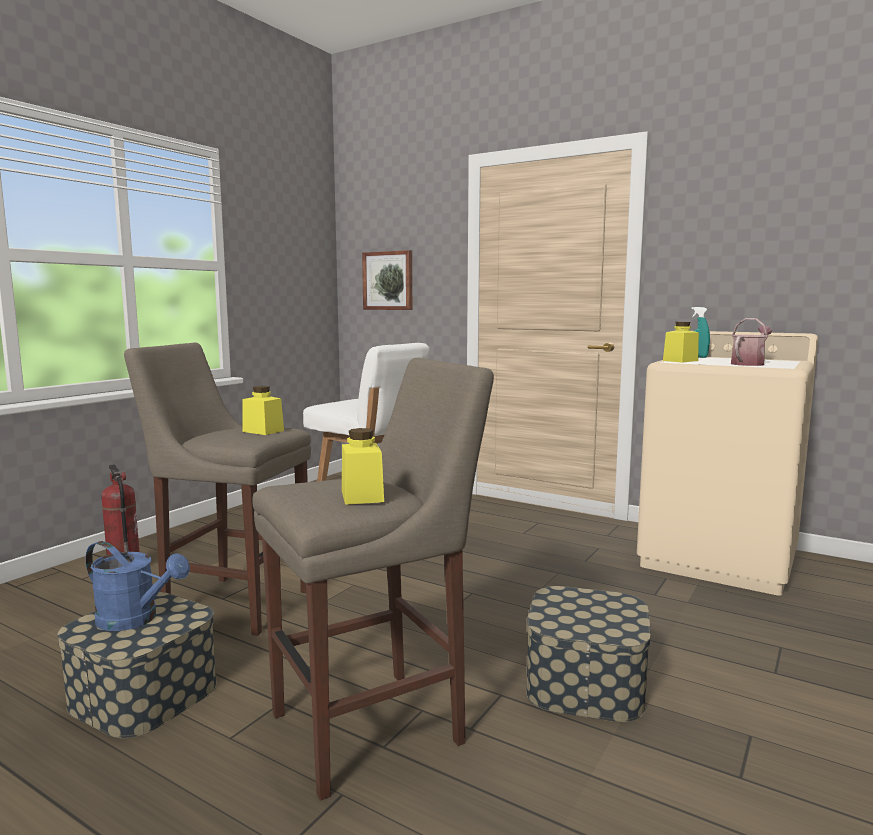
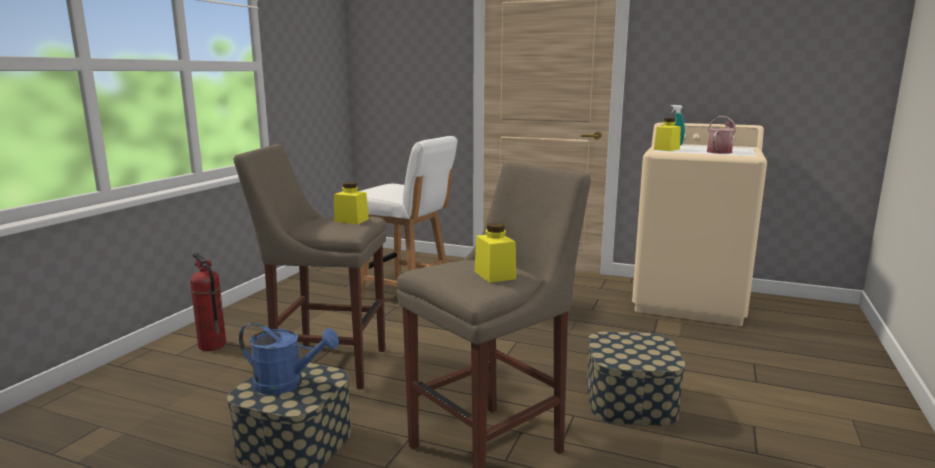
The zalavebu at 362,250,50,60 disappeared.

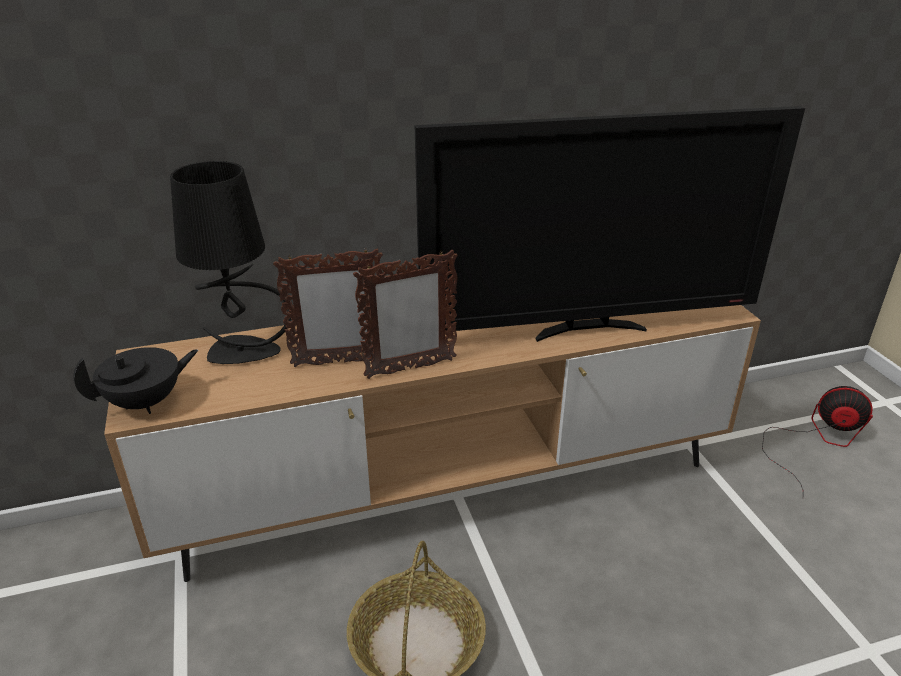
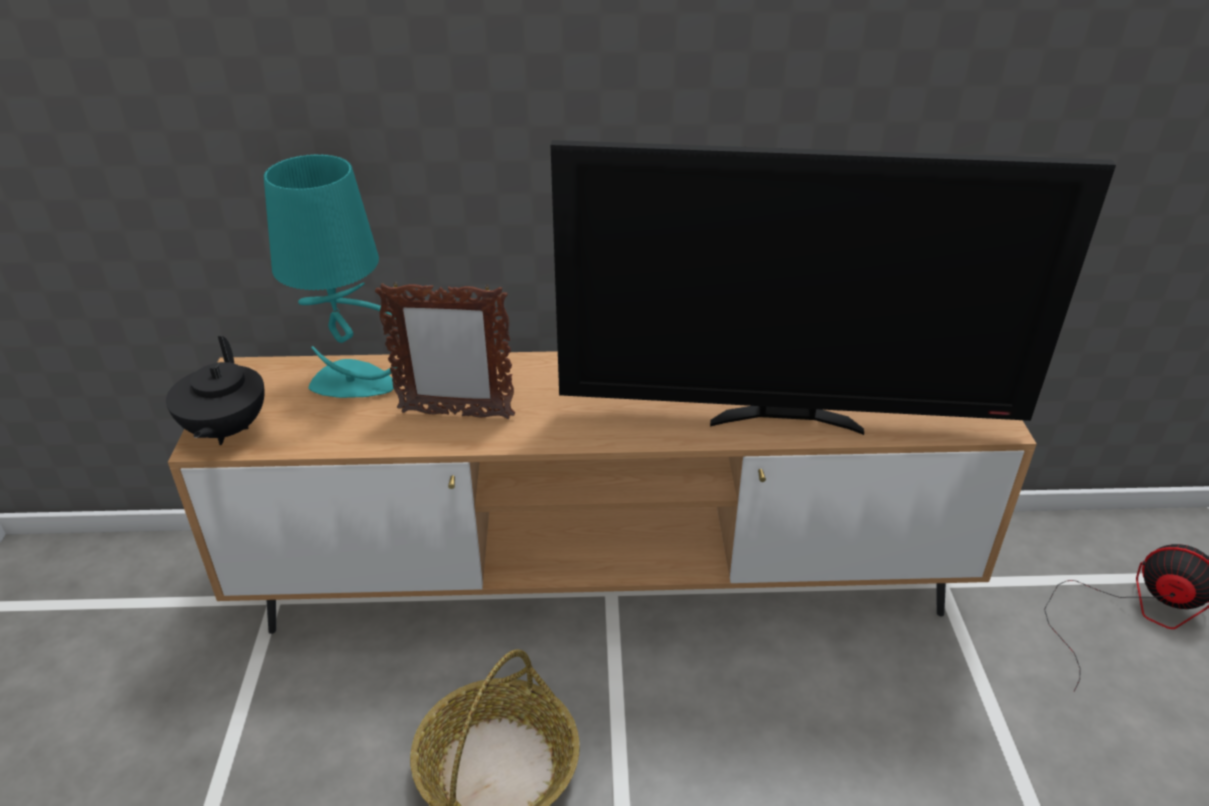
The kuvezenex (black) at 73,347,125,67 turned 105 degrees clockwise.
The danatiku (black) at 170,161,121,203 became the danatiku (turquoise) at 264,154,133,244.
The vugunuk at 353,250,105,129 disappeared.

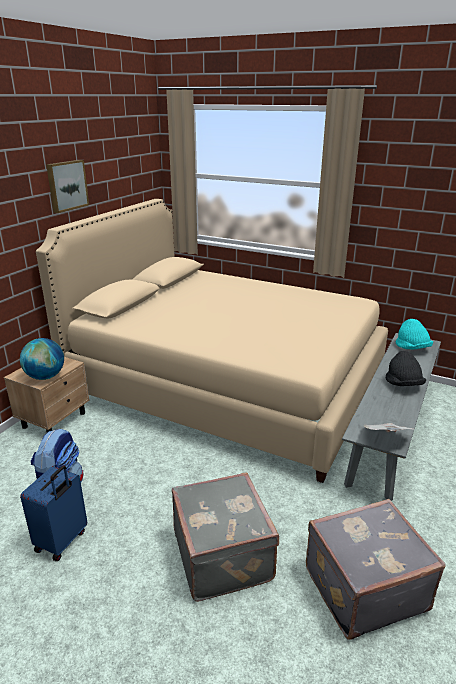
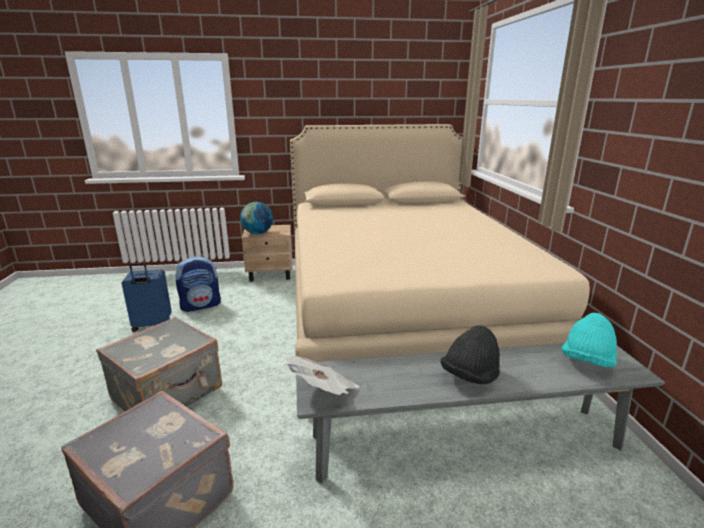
The zalavebu at 46,160,43,53 disappeared.

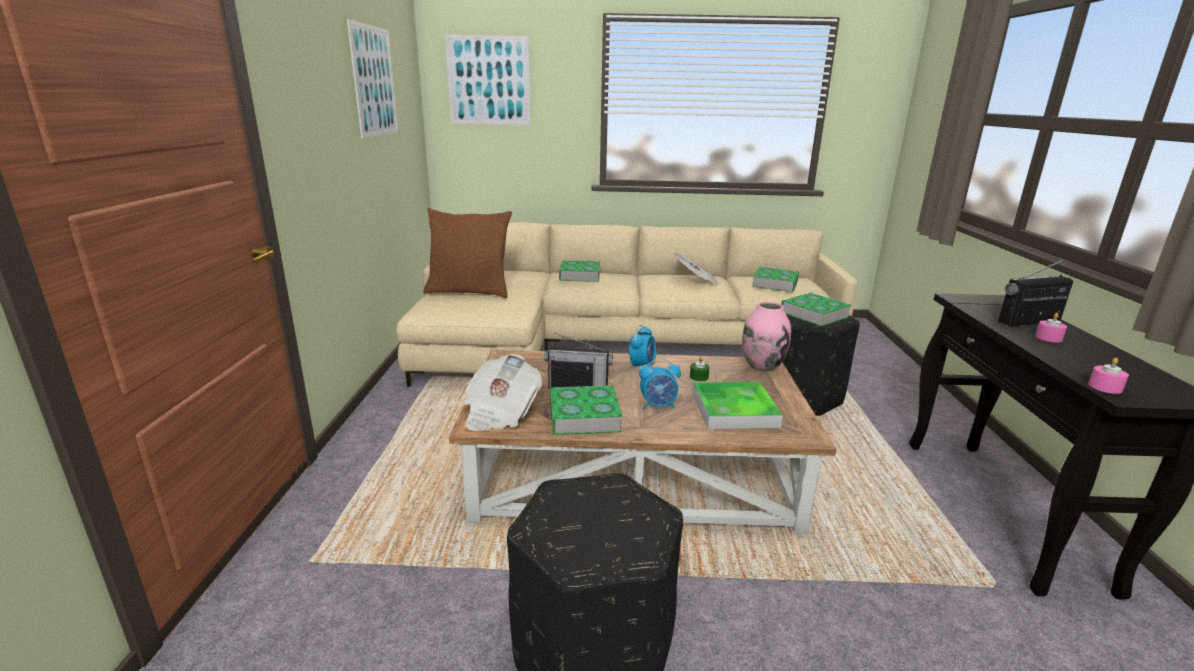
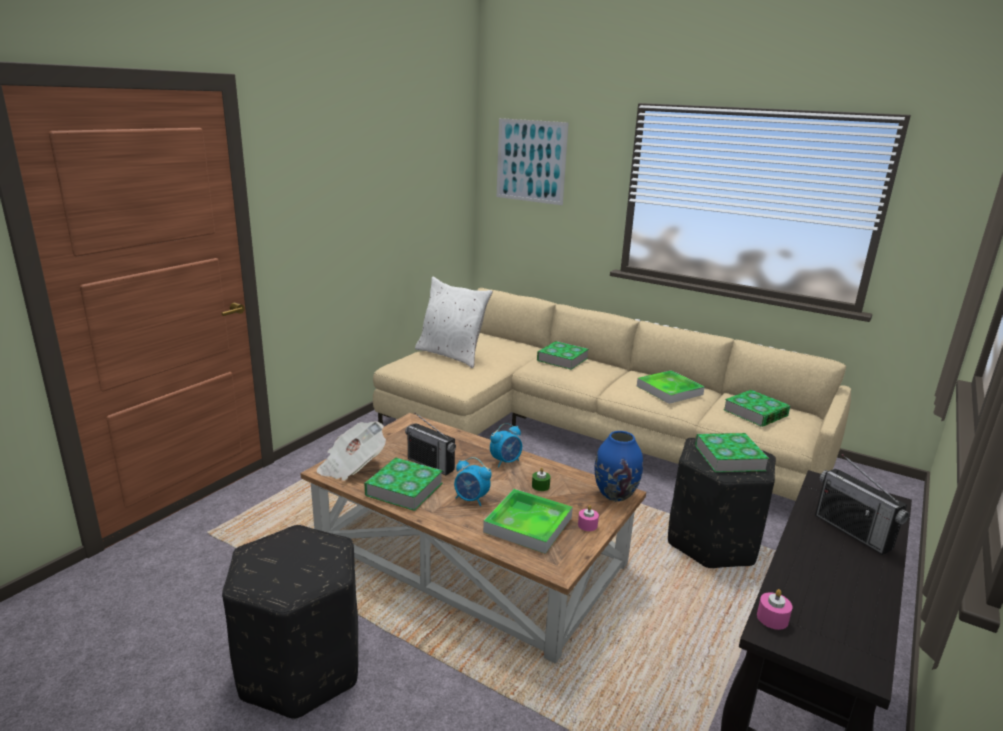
The zalavebu at 347,19,52,120 disappeared.
The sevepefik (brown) at 423,208,89,90 became the sevepefik (white) at 415,277,78,91.
The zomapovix at 673,253,47,31 was replaced by the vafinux at 637,370,68,34.
The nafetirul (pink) at 742,302,49,70 became the nafetirul (blue) at 595,431,48,71.
The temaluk at 998,259,75,67 turned 135 degrees counterclockwise.
The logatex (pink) moved from 1035,313,32,30 to 578,505,21,26.

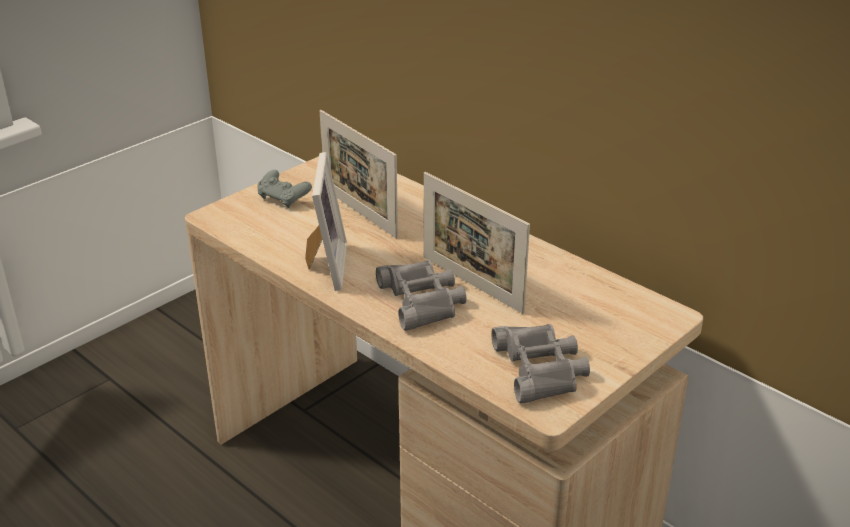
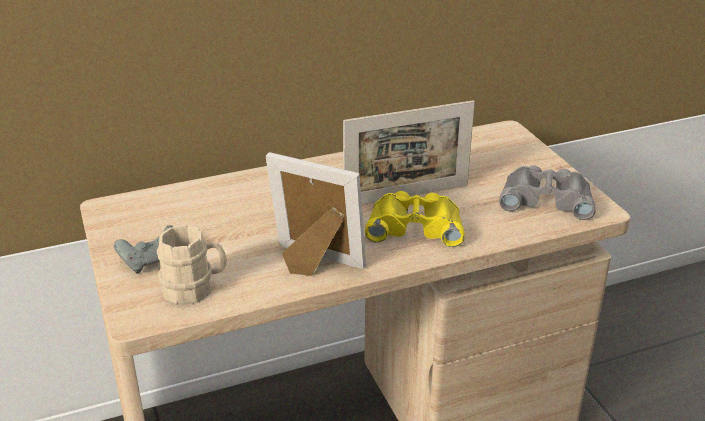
The vugunuk at 320,110,78,129 disappeared.
The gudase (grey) at 376,260,91,71 became the gudase (yellow) at 365,191,100,56.
The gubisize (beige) at 157,225,70,80 appeared.

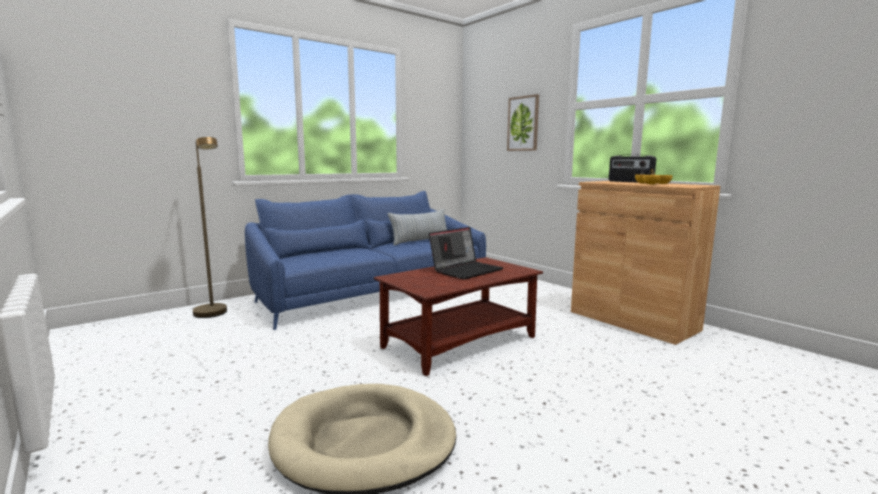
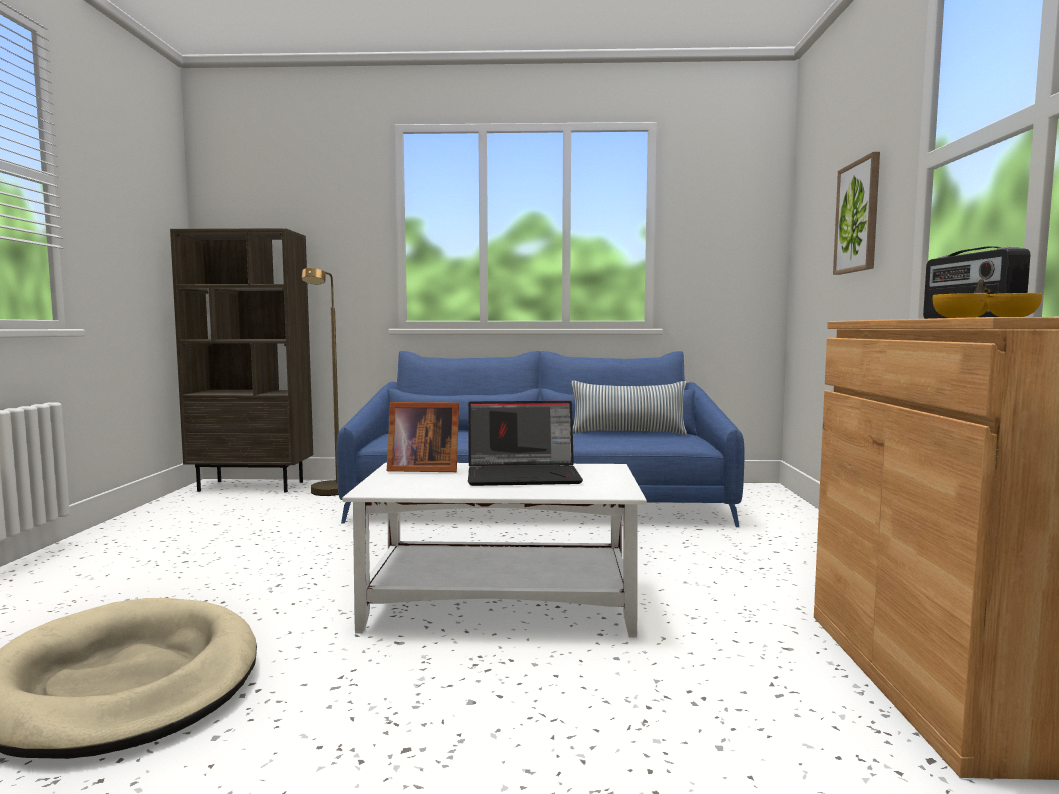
The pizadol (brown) at 374,257,169,119 became the pizadol (white) at 342,462,305,176.
The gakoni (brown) at 170,228,143,264 appeared.
The vugunuk at 387,402,72,70 appeared.

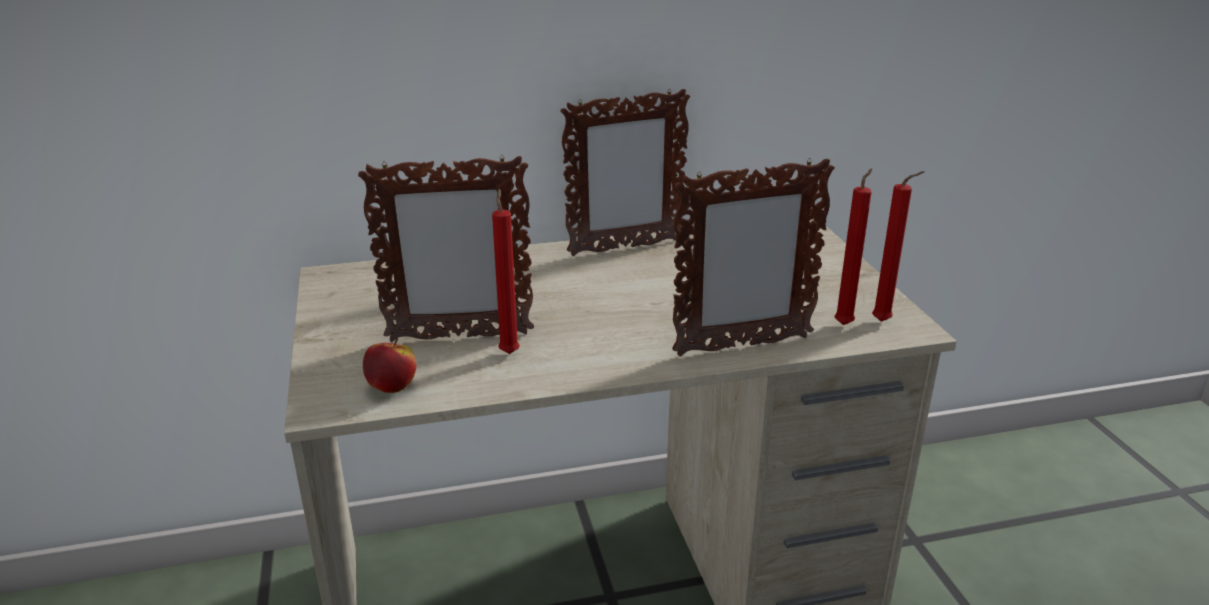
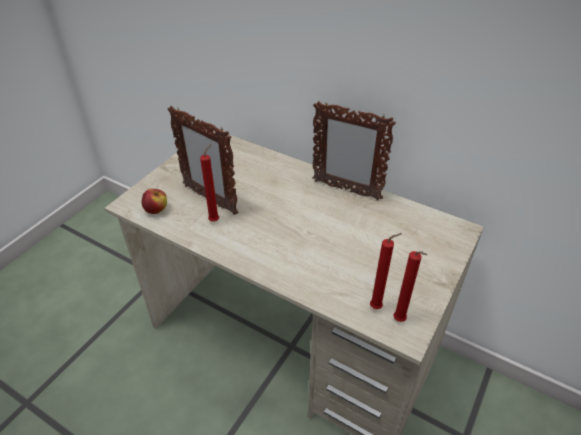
The vugunuk at 672,158,163,198 disappeared.

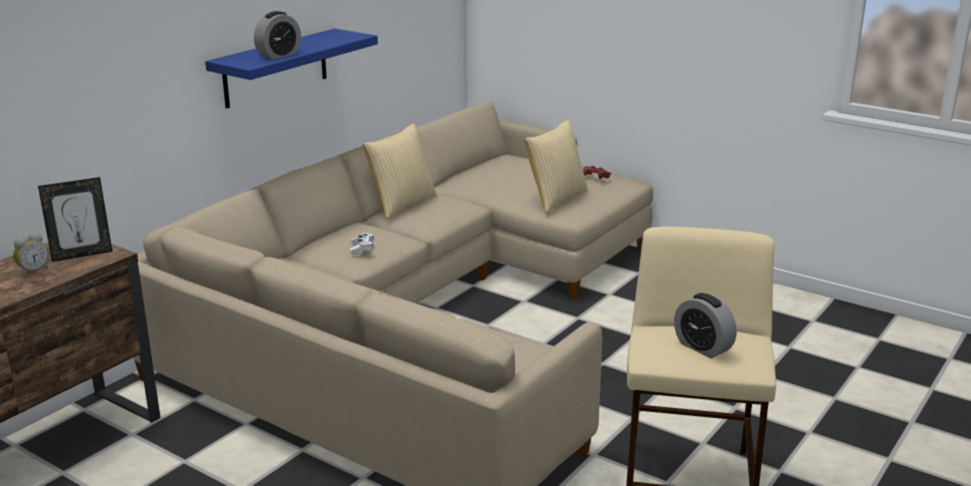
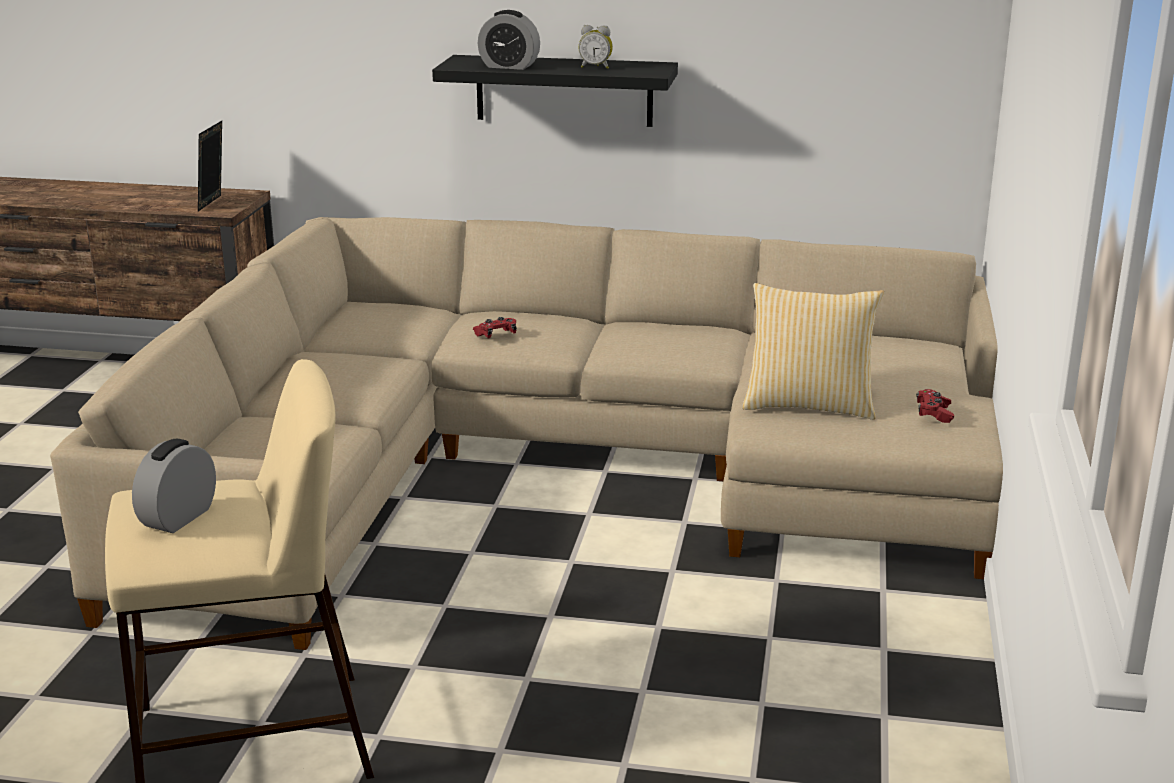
The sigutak moved from 13,232,35,45 to 579,25,34,44.
The vugunuk at 38,177,75,85 turned 60 degrees clockwise.
The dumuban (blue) at 205,29,173,80 became the dumuban (black) at 432,55,246,72.
The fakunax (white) at 349,233,25,22 became the fakunax (red) at 473,317,44,21.
The sevepefik at 363,123,74,97 disappeared.

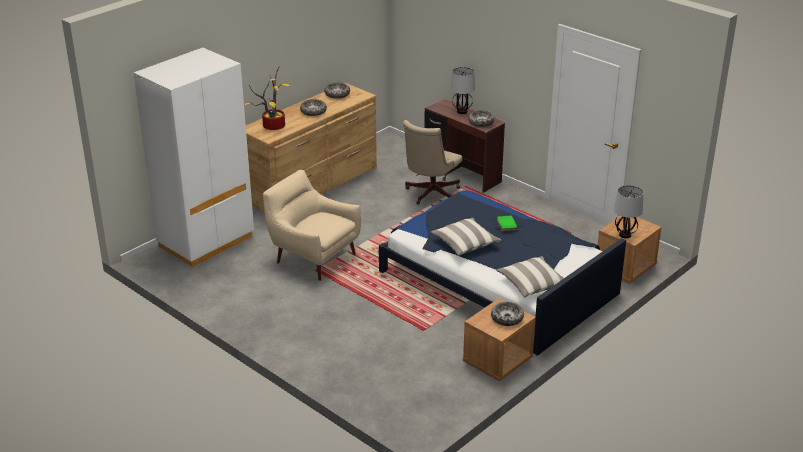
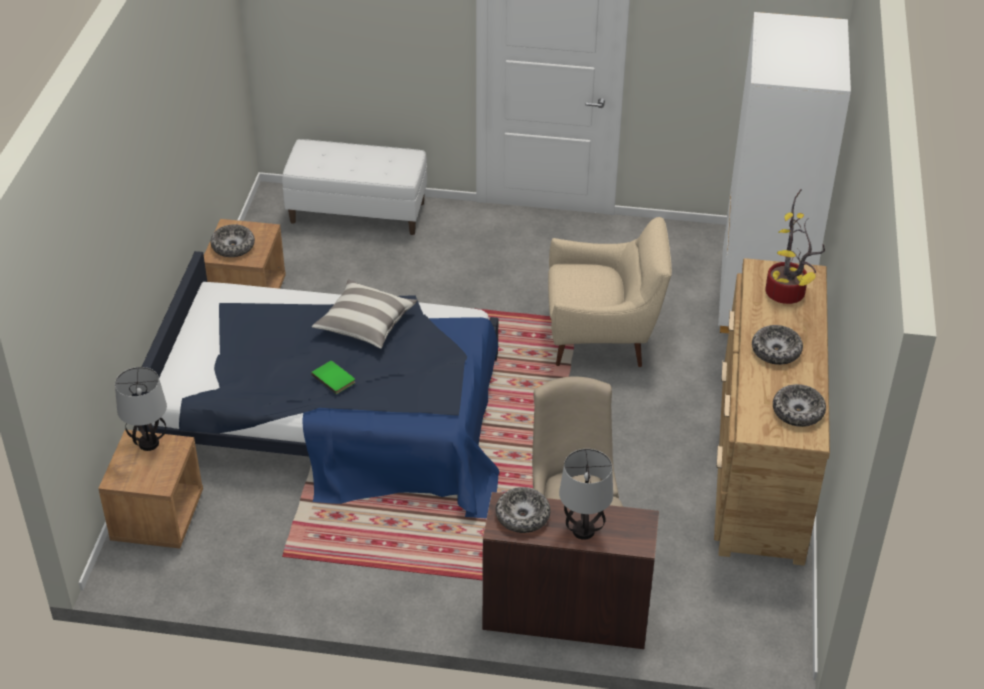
The sevepefik at 496,256,68,42 disappeared.
The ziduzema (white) at 282,139,145,96 appeared.

